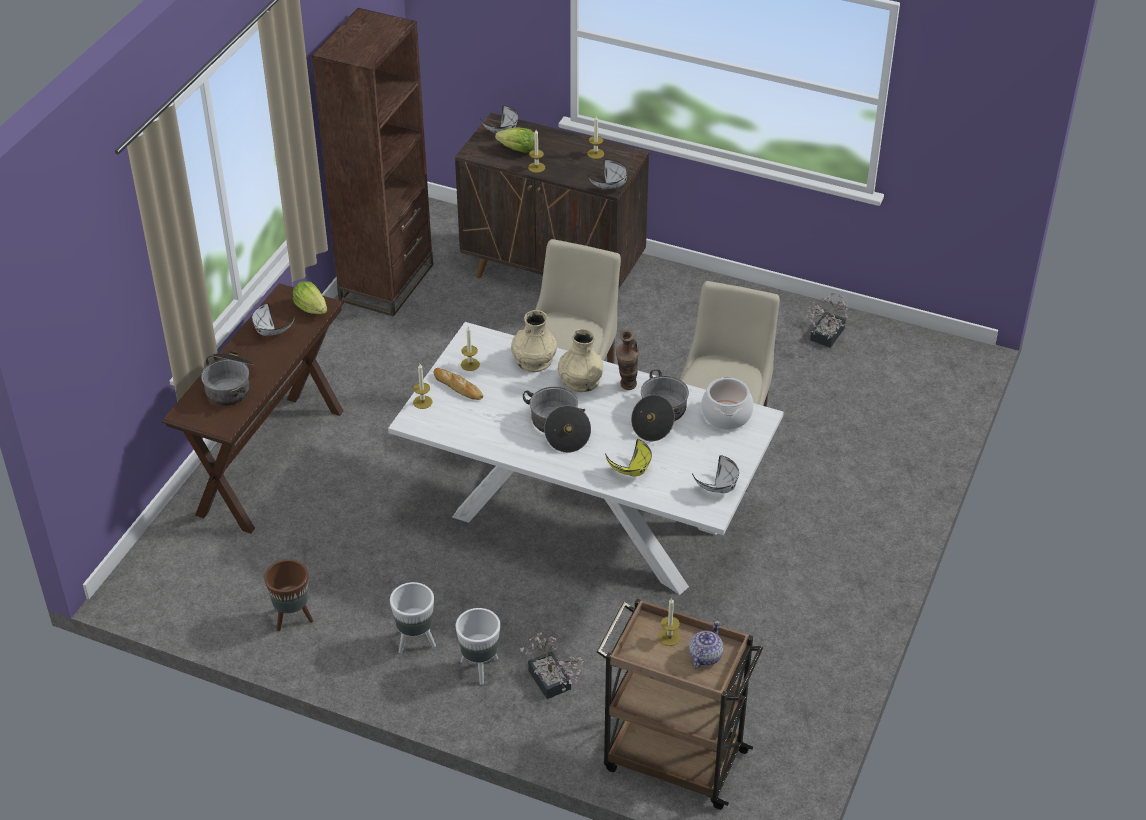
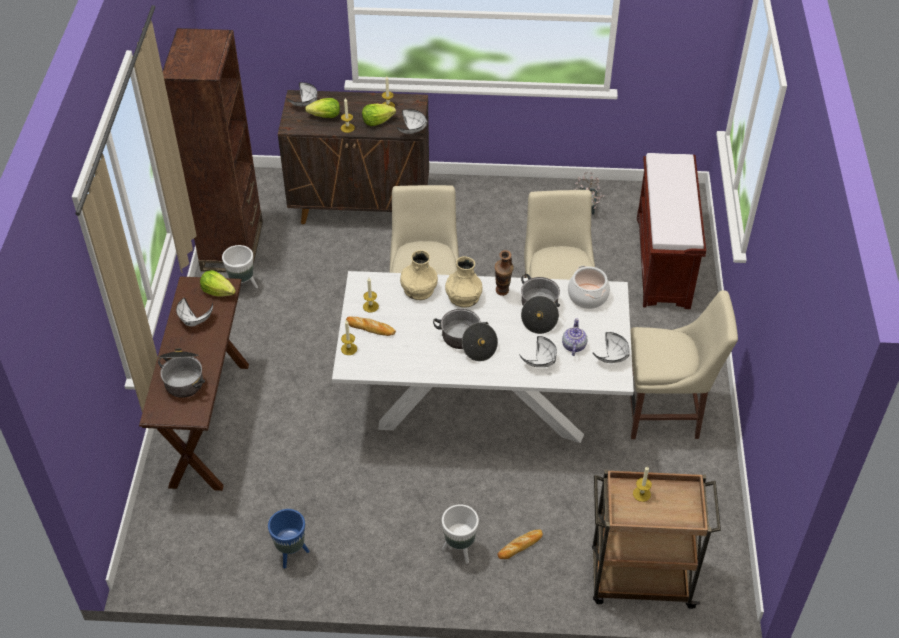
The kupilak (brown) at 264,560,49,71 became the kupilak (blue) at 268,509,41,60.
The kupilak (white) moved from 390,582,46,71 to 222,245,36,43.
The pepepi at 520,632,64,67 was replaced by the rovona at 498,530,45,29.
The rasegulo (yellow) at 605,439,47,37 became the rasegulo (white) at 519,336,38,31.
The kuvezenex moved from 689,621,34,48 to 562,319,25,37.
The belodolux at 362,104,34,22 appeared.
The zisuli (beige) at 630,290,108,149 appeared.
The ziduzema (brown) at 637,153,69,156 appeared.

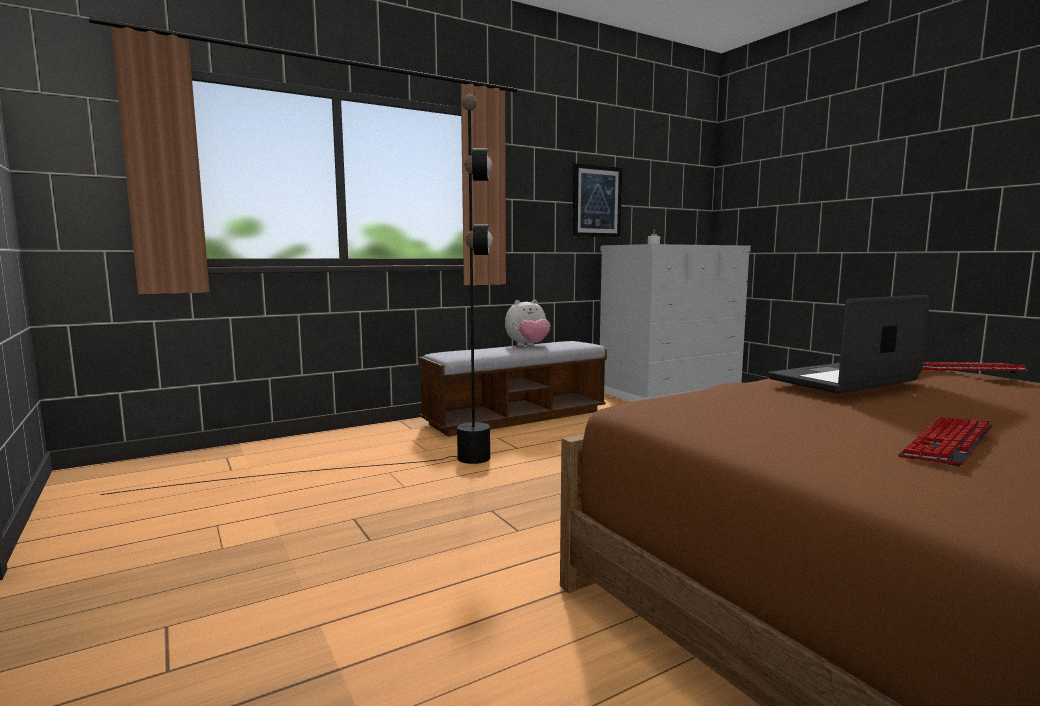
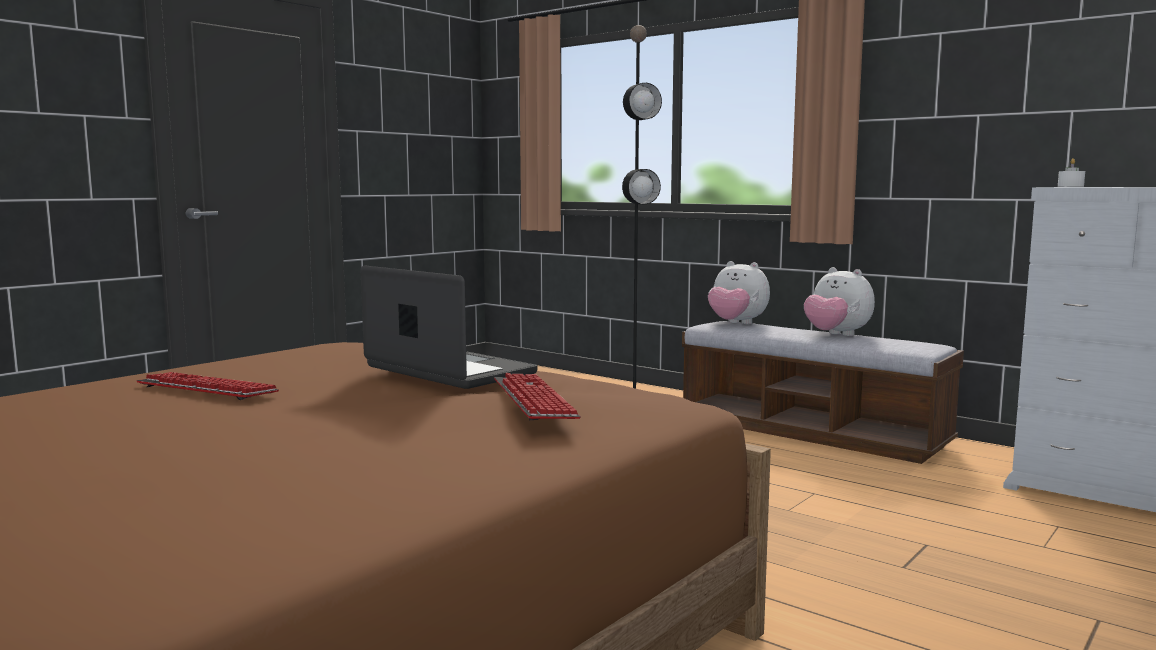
The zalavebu at 573,163,49,74 disappeared.
The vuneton at 708,261,62,63 appeared.

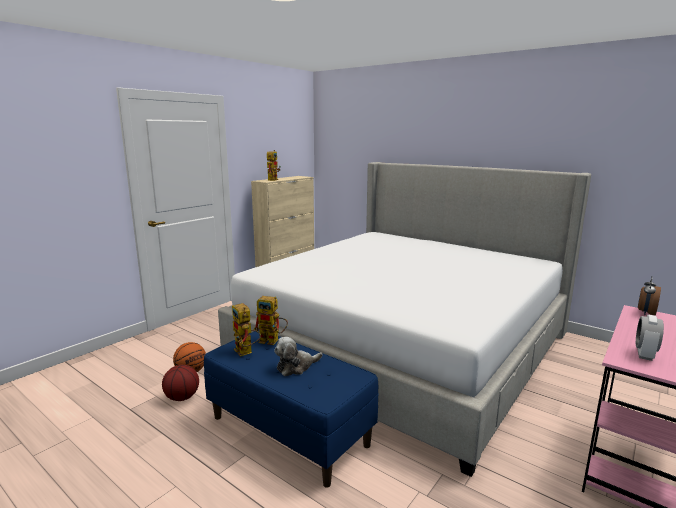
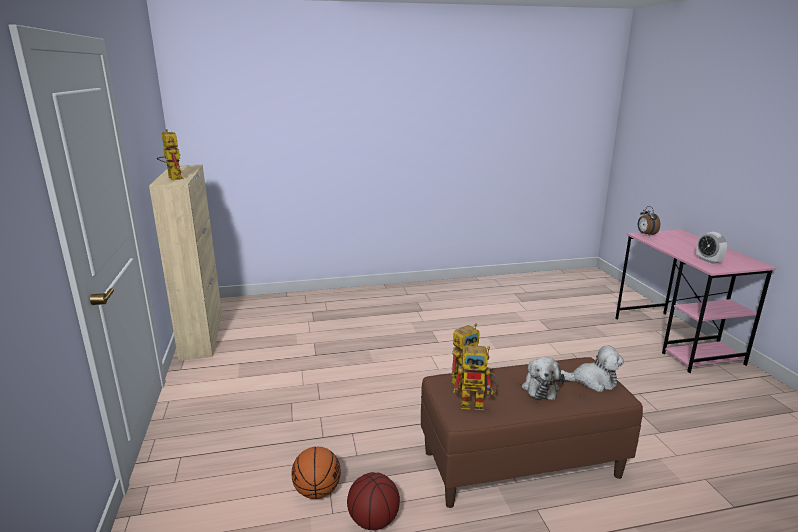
The ziduzema (blue) at 204,331,175,157 became the ziduzema (brown) at 421,357,222,151.
The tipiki at 218,162,373,315 disappeared.
The vuneton at 561,346,63,46 appeared.

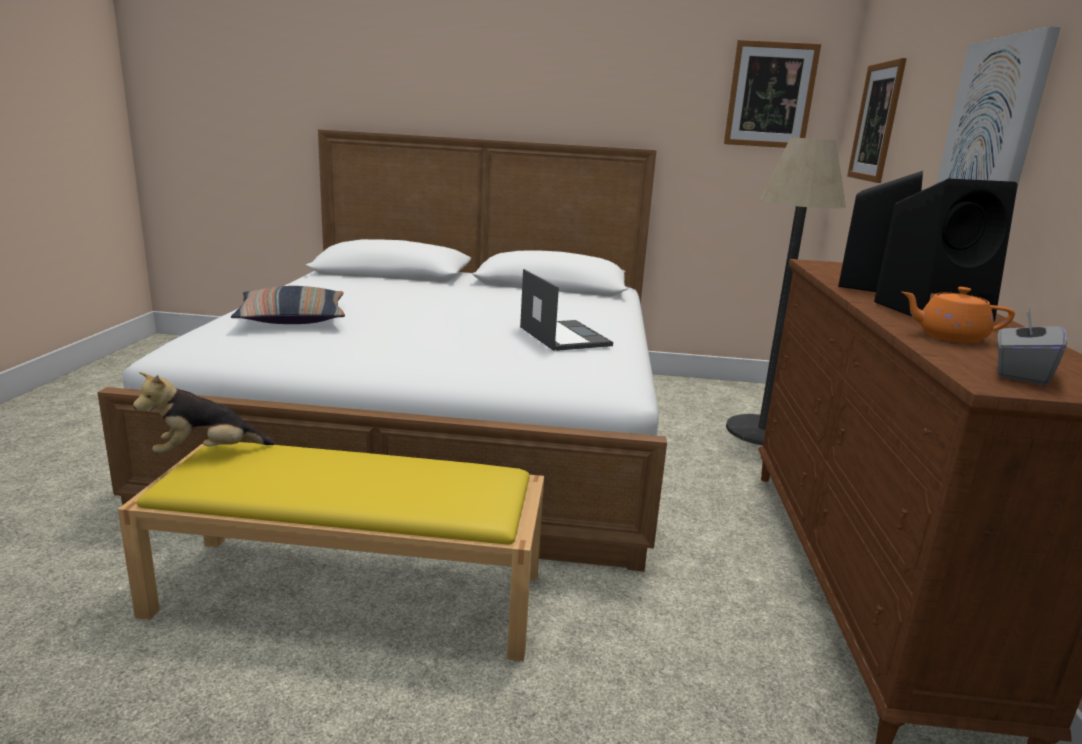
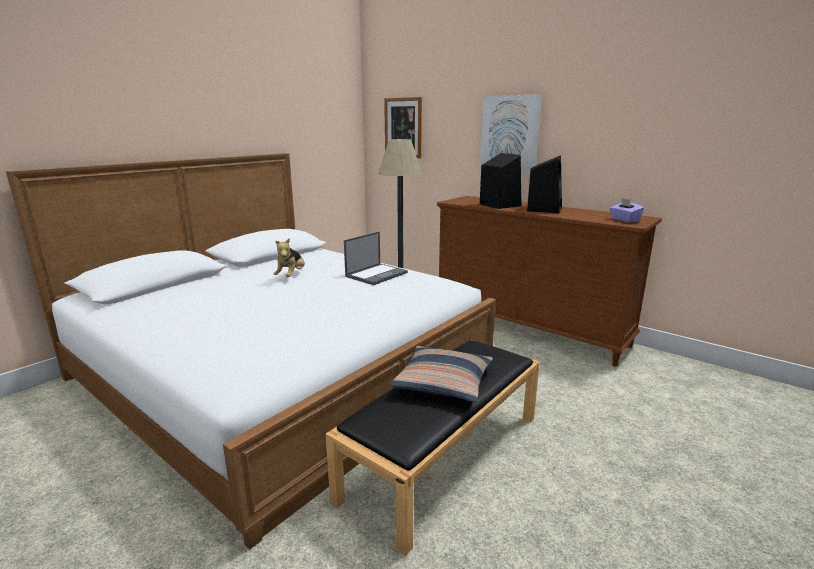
The ziduzema (yellow) at 118,442,426,219 became the ziduzema (black) at 326,340,214,216.
The vuneton moved from 133,372,142,81 to 273,238,32,39.
The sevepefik moved from 231,286,114,38 to 389,346,104,57.
The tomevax at 520,269,93,82 turned 120 degrees clockwise.
The zalavebu at 724,40,97,108 disappeared.
The kuvezenex (orange) at 902,287,113,56 disappeared.
The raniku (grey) at 997,306,70,79 became the raniku (purple) at 609,198,35,25.

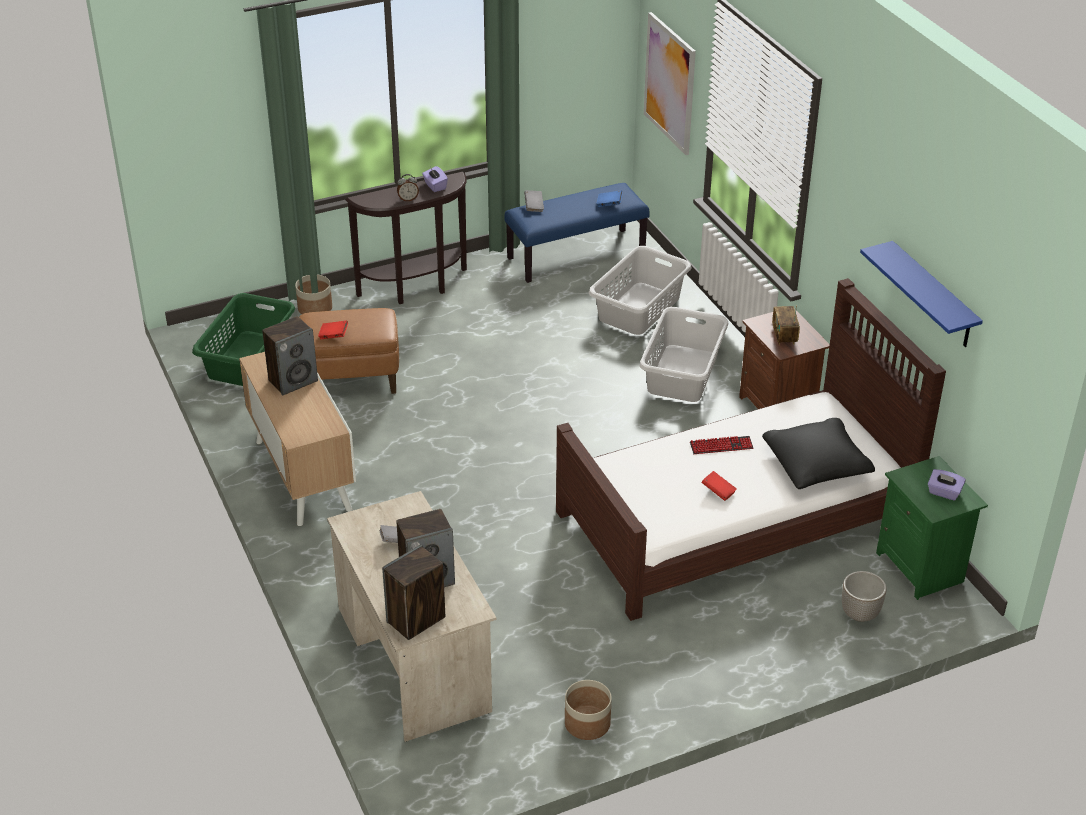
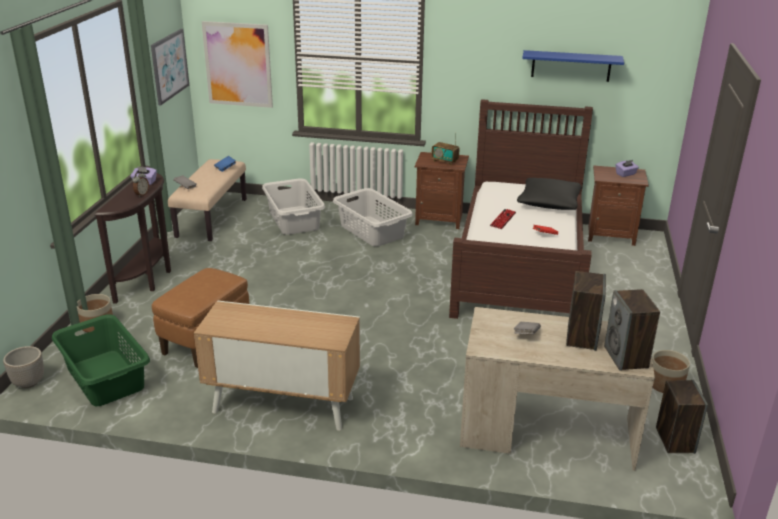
The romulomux moved from 262,316,56,79 to 656,380,52,74.
The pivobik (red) at 318,320,30,19 disappeared.
The ziduzema (blue) at 504,183,146,100 became the ziduzema (beige) at 168,159,79,82.
The kupilak moved from 842,571,45,51 to 3,346,41,42.
The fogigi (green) at 876,456,112,144 became the fogigi (brown) at 588,166,61,80.
The zalavebu at 151,29,38,76 appeared.

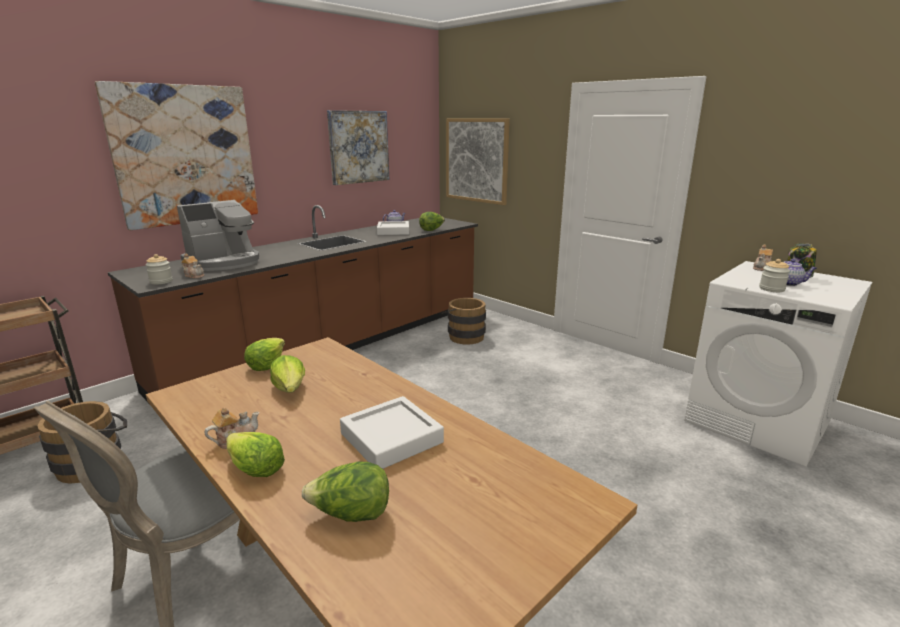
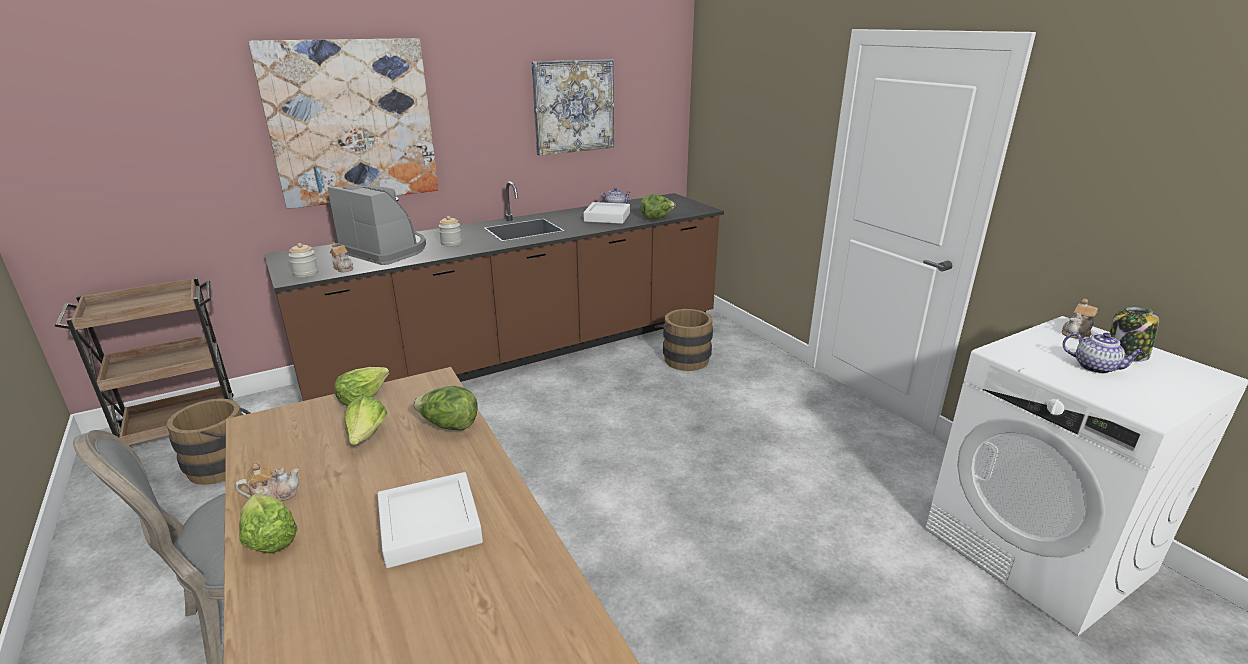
The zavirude at 177,200,82,71 turned 120 degrees counterclockwise.
The belodolux moved from 302,462,87,60 to 413,386,65,44.
The zalavebu at 446,119,64,86 disappeared.
The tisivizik moved from 759,259,31,33 to 439,216,23,30.

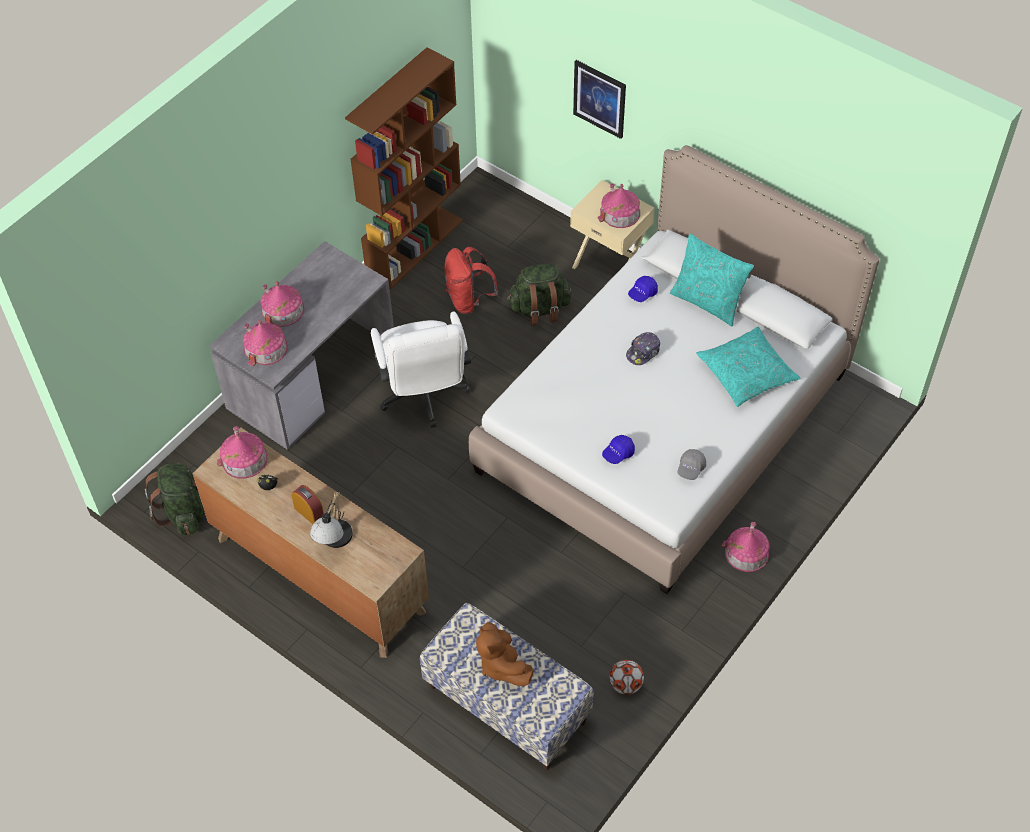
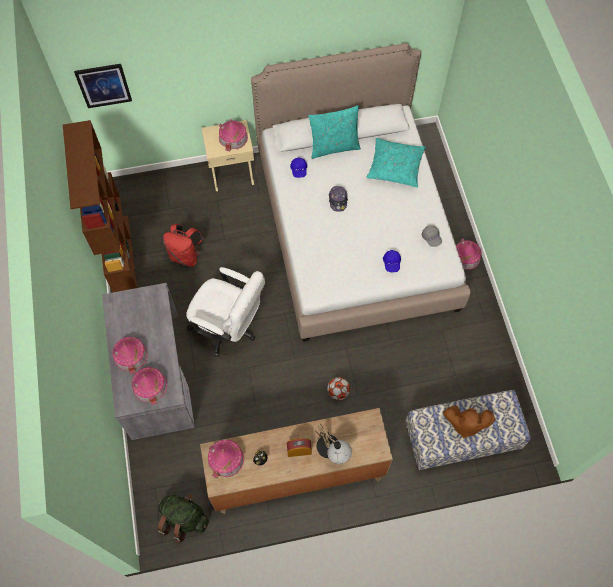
The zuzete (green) at 507,264,64,62 disappeared.
The zalavebu moved from 573,60,53,79 to 74,64,58,44.
The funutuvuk moved from 609,660,35,35 to 327,377,23,23.

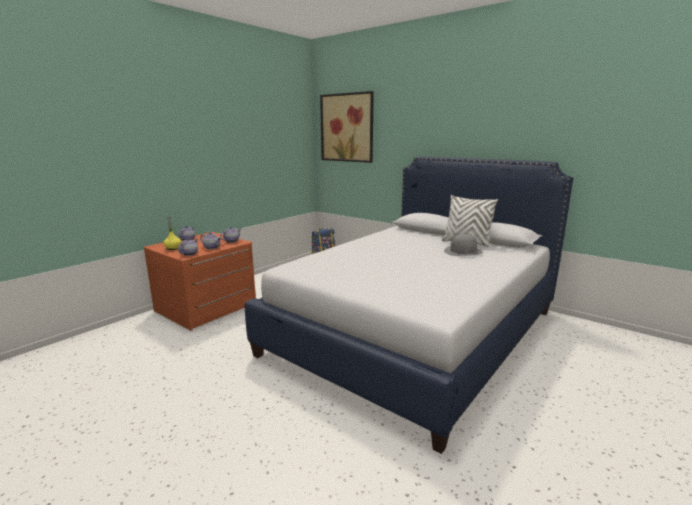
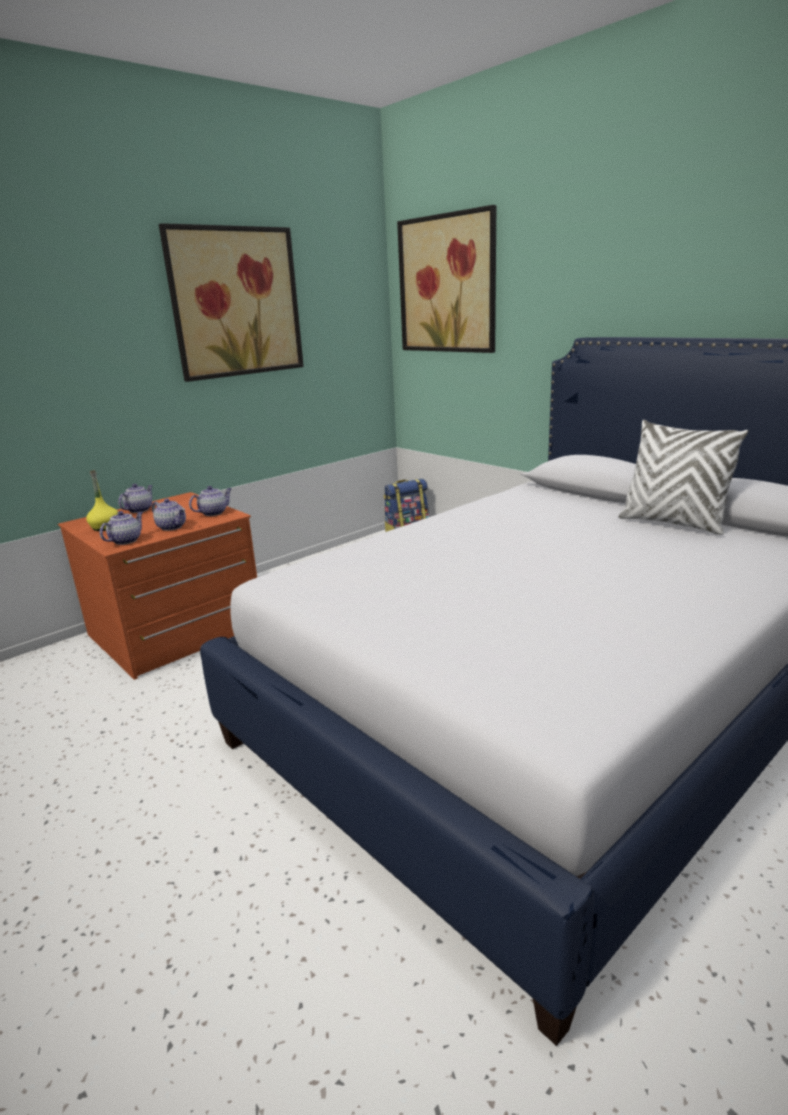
The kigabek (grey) at 444,234,39,22 disappeared.
The zalavebu at 159,223,145,159 appeared.

